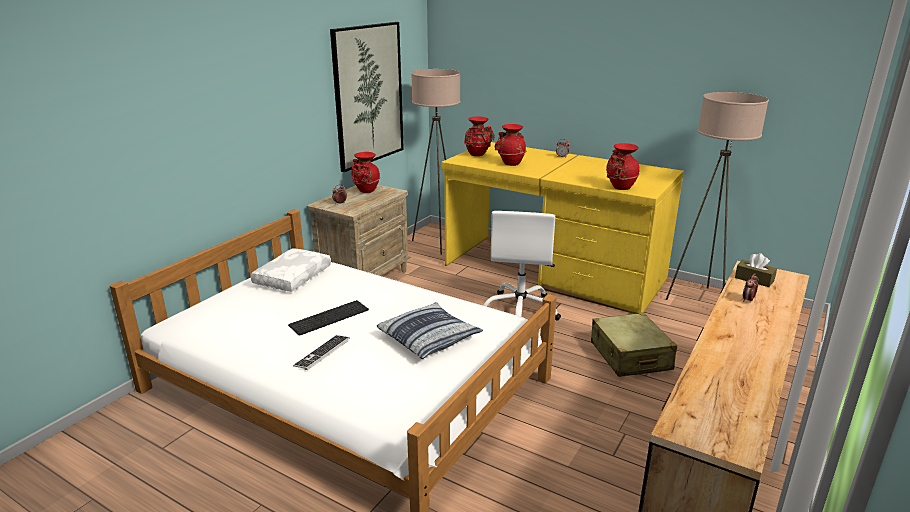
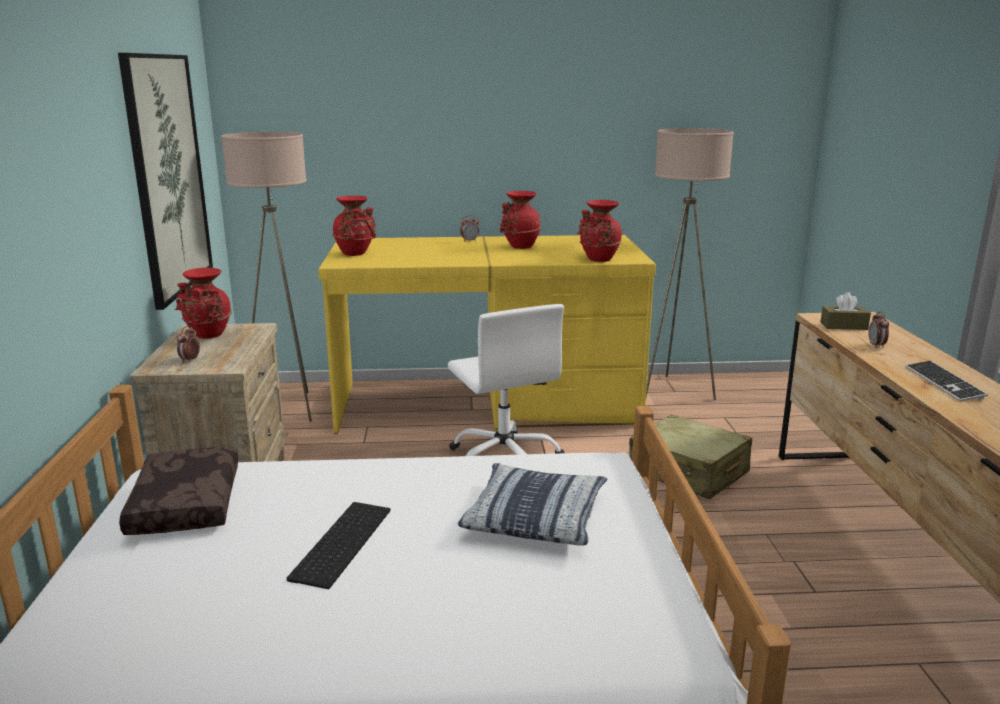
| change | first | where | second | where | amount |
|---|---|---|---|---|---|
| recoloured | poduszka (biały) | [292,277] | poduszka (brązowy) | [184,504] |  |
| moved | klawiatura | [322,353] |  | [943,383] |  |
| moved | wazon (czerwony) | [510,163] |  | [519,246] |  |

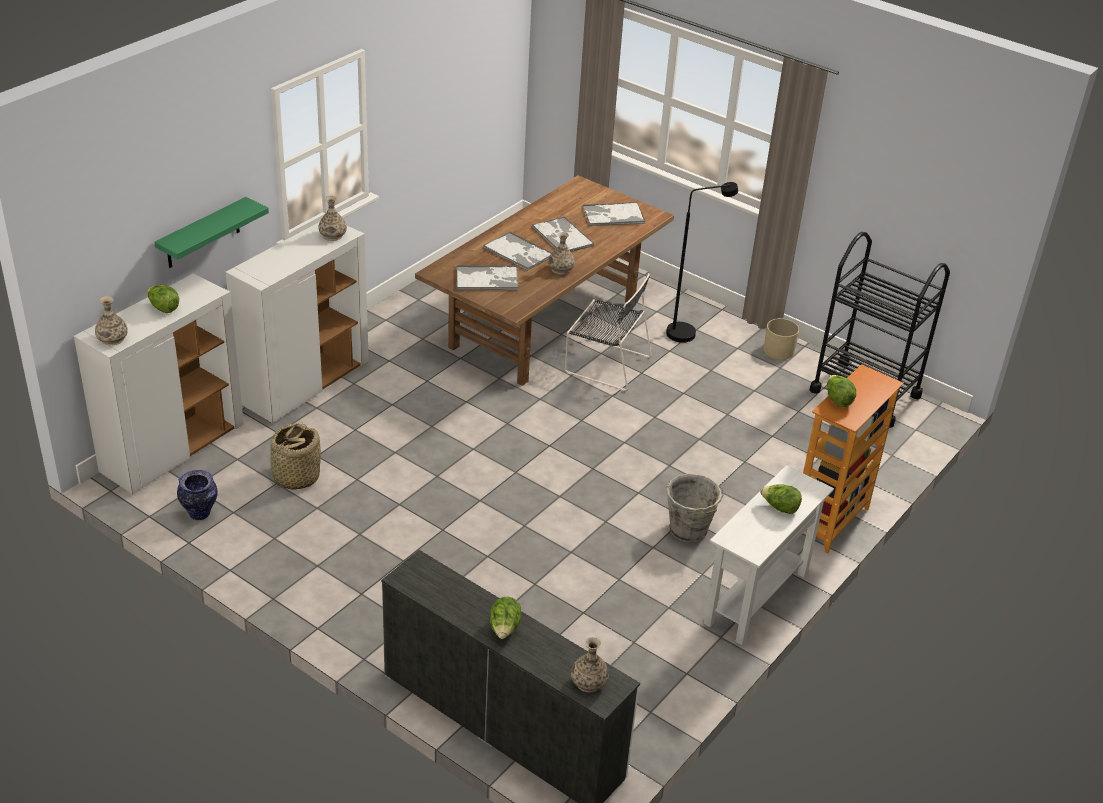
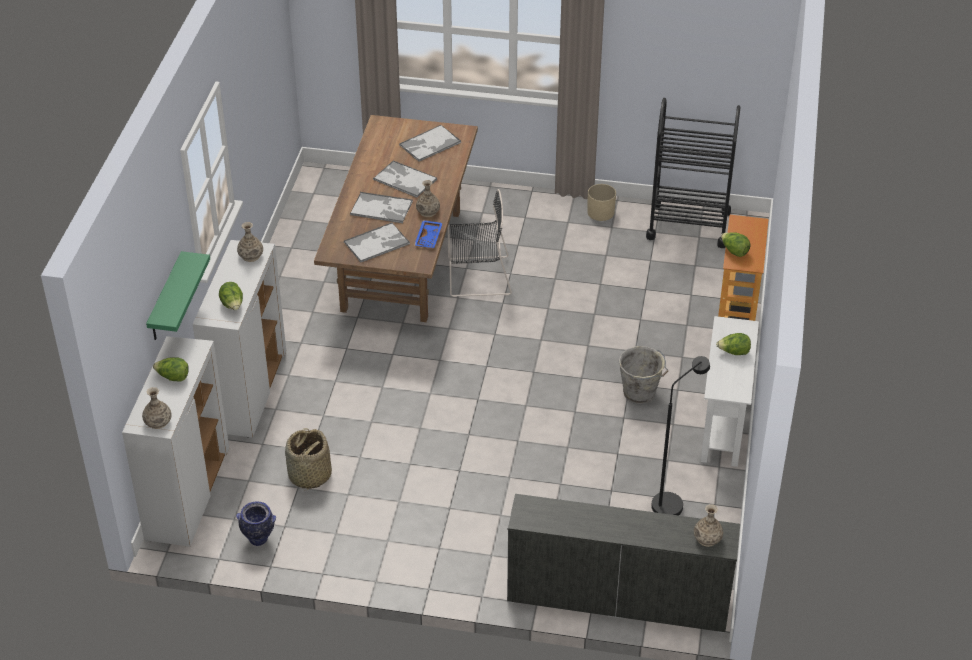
| change | first | where | second | where | amount |
|---|---|---|---|---|---|
| moved | sałata | [504,629] |  | [232,305] |  |
| moved | lampa stojąca (czarny) | [688,332] |  | [672,501] |  |
| added |  |  | taca (niebieski) | [429,238] |  |

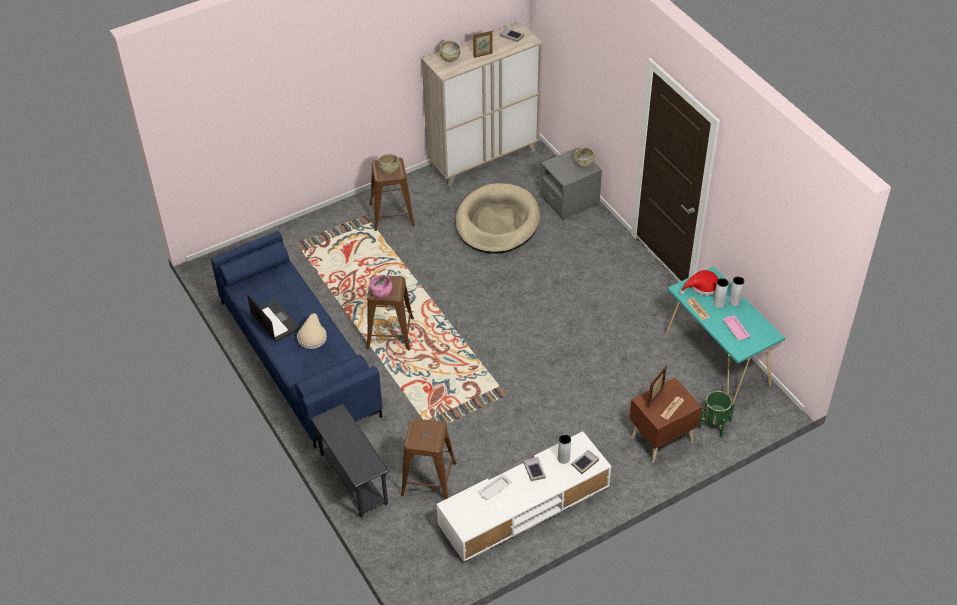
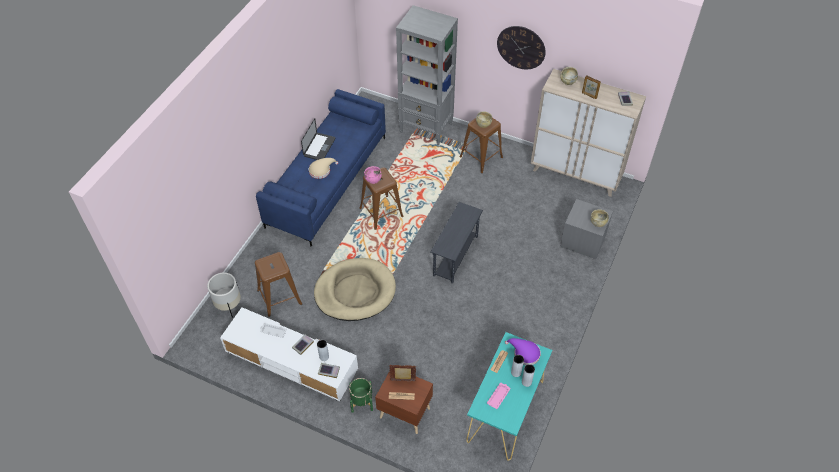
| change | first | where | second | where | amount |
|---|---|---|---|---|---|
| moved | stolik (szary) | [353,479] |  | [455,256] |  |
| moved | legowisko (beżowy) | [497,222] |  | [355,292] |  |
| recoloured | kapelusz (czerwony) | [702,286] | kapelusz (fioletowy) | [524,353] |  |
| moved | donica (zielony) | [714,424] |  | [361,402] |  |
| added |  |  | donica (biały) | [228,305] |  |
| added |  |  | regał (szary) | [426,128] |  |
| added |  |  | zegar ścienny | [521,47] |  |

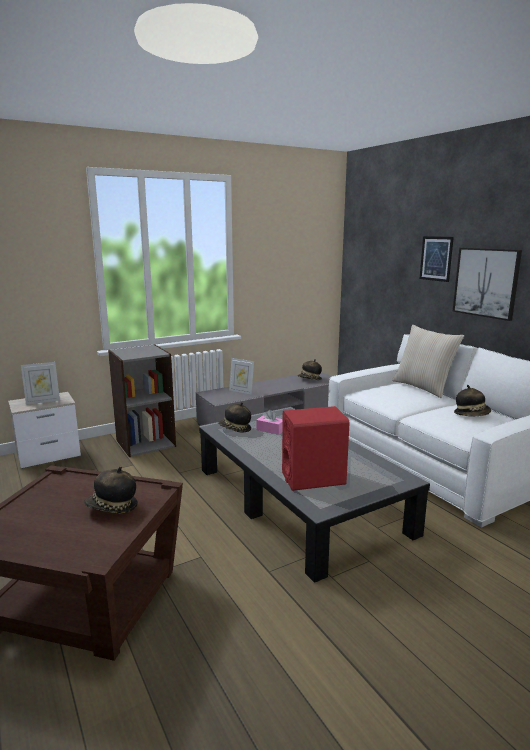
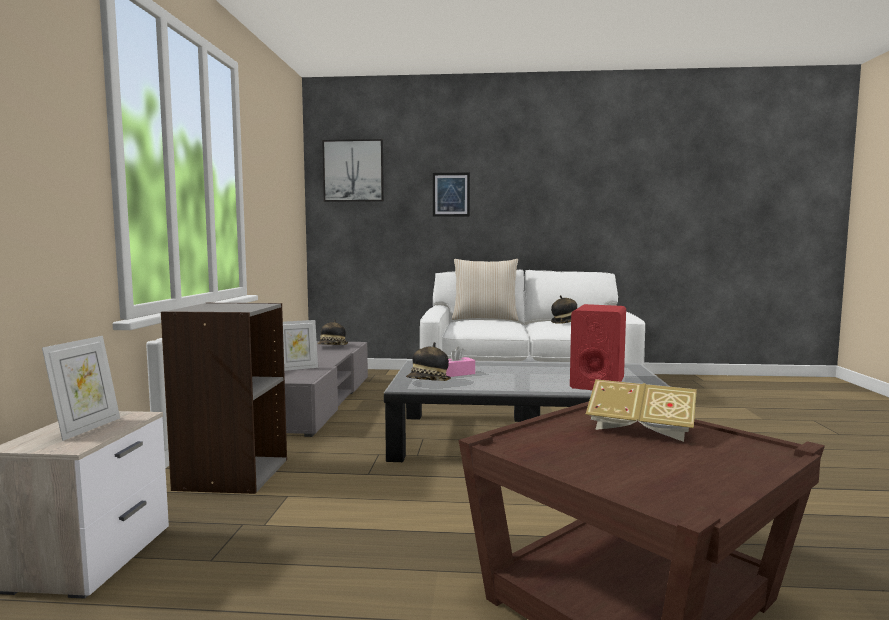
| change | first | where | second | where | amount |
|---|---|---|---|---|---|
| replaced | kapelusz | [112,508] | książka | [640,430] |  |
| moved | obraz | [486,282] |  | [353,171] |  |

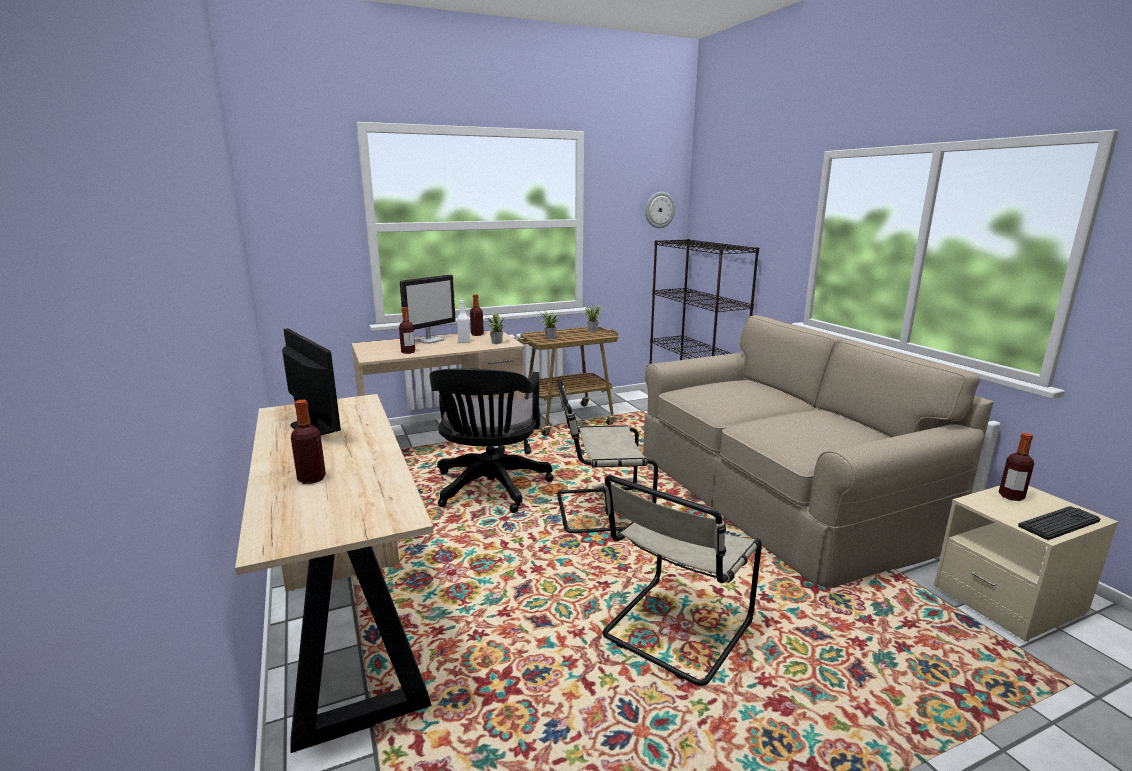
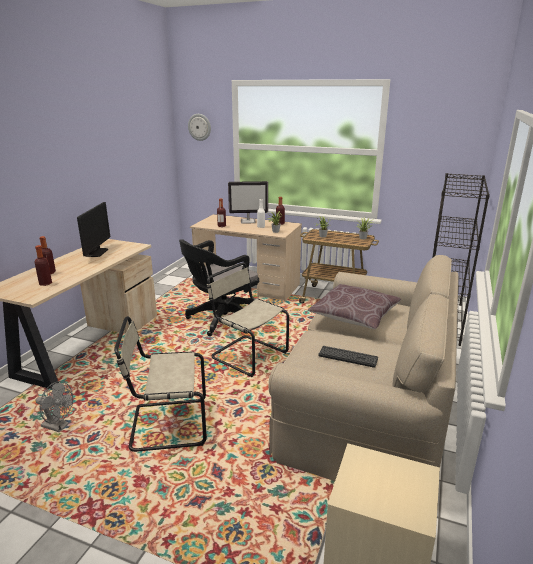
| change | first | where | second | where | amount |
|---|---|---|---|---|---|
| moved | zegar ścienny | [659,210] |  | [199,127] |  |
| moved | butelka | [1011,496] |  | [45,283] |  |
| moved | klawiatura | [1059,523] |  | [348,357] |  |
| added |  |  | wentylator (szary) | [59,426] |  |
| added |  |  | poduszka (brązowy) | [354,316] |  |

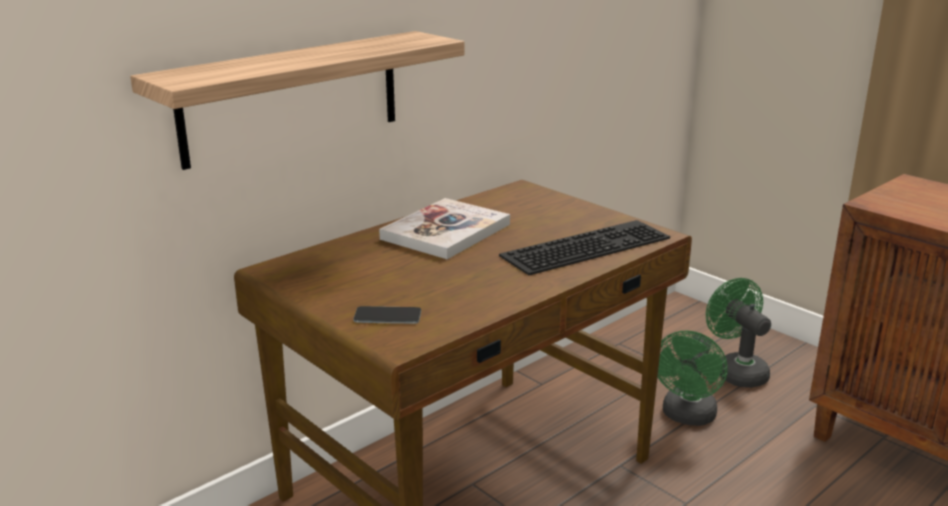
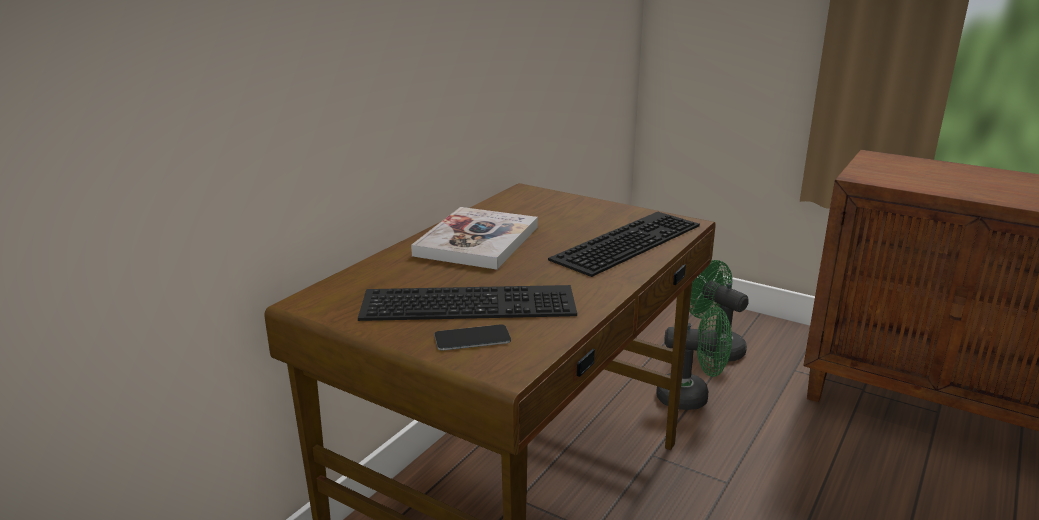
| change | first | where | second | where | amount |
|---|---|---|---|---|---|
| removed | półka | [292,97] |  |  |  |
| turned | wentylator (zielony) | [687,417] |  | [691,397] | 90 degrees counterclockwise |
| added |  |  | klawiatura | [470,301] |  |

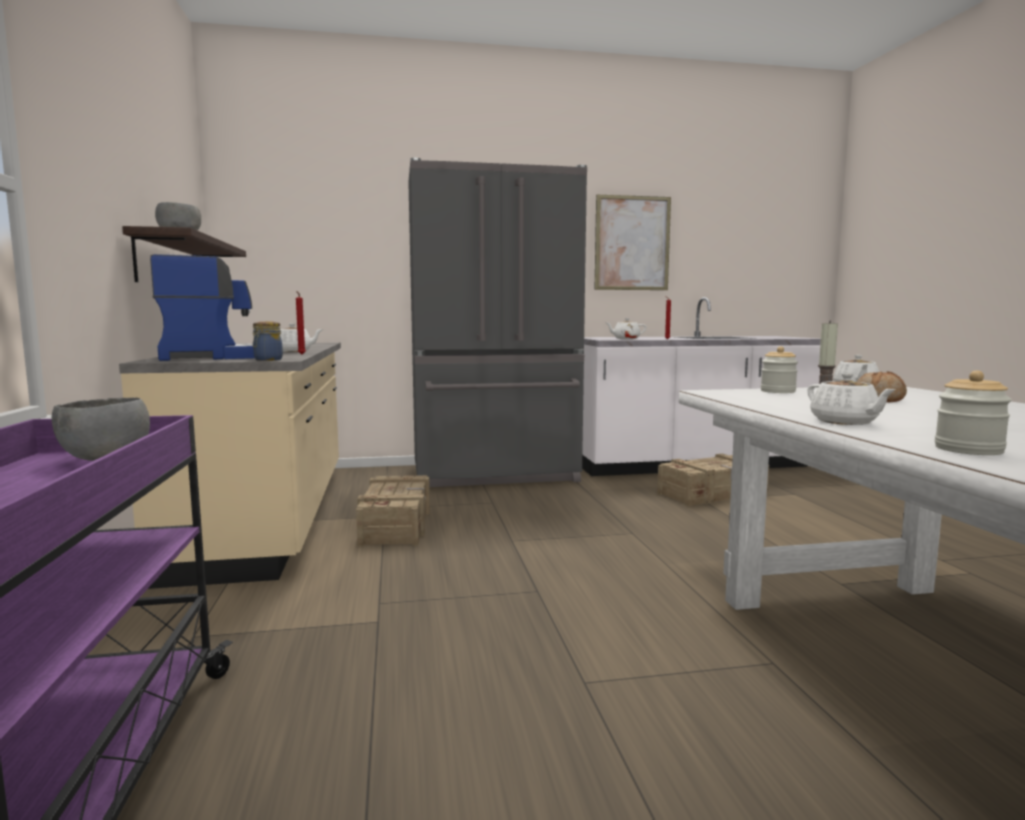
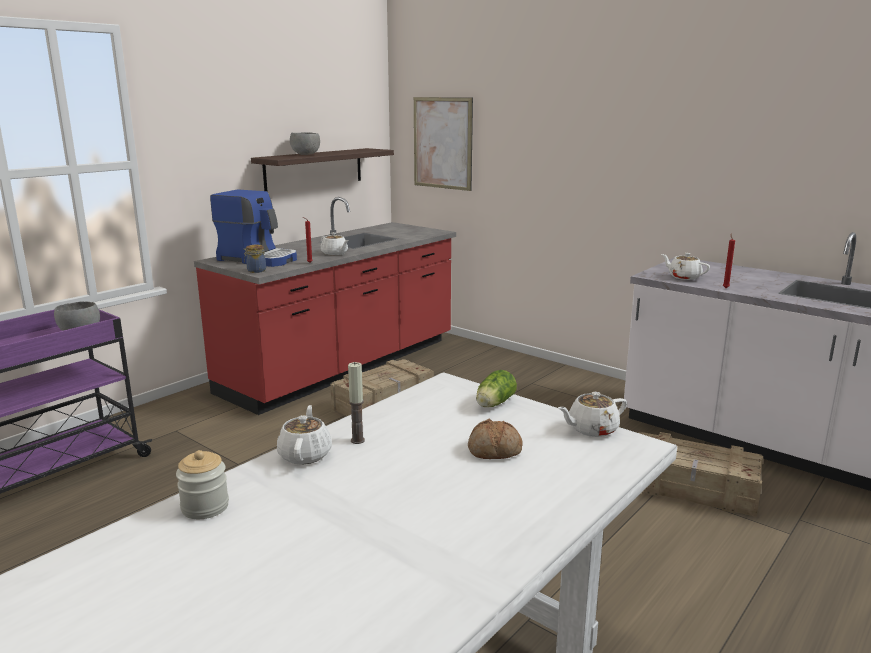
| change | first | where | second | where | amount |
|---|---|---|---|---|---|
| recoloured | zabudowa kuchenna (beżowy) | [270,516] | zabudowa kuchenna (czerwony) | [342,366] |  |
| removed | lodówka (szary) | [496,475] |  |  |  |
| moved | obraz | [632,243] |  | [442,143] |  |
| replaced | słoik | [778,391] | sałata | [493,404] |  |
| turned | imbryk (biały) | [845,422] |  | [305,454] | 150 degrees clockwise |

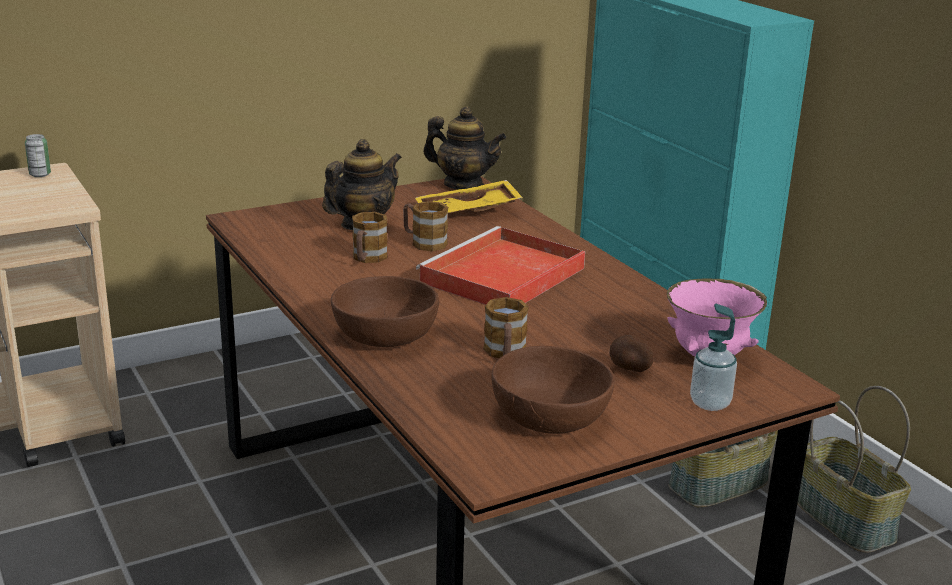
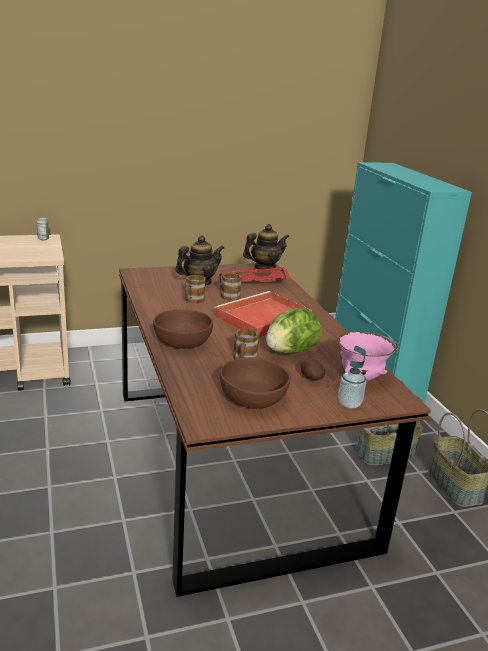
| change | first | where | second | where | amount |
|---|---|---|---|---|---|
| recoloured | taca (żółty) | [468,212] | taca (czerwony) | [259,282] |  |
| turned | imbryk | [463,185] |  | [264,267] | 60 degrees counterclockwise |
| added |  |  | sałata | [290,351] |  |

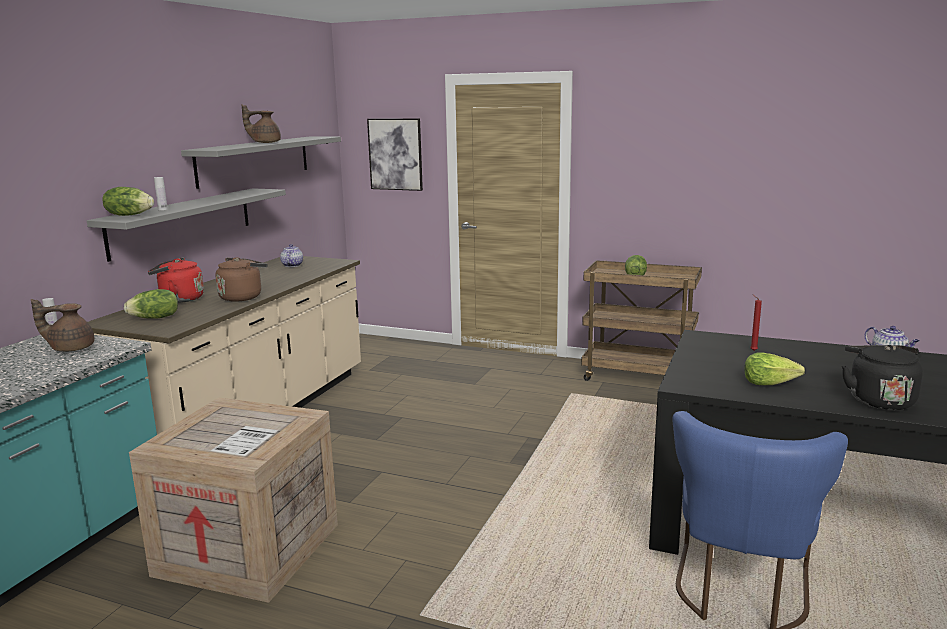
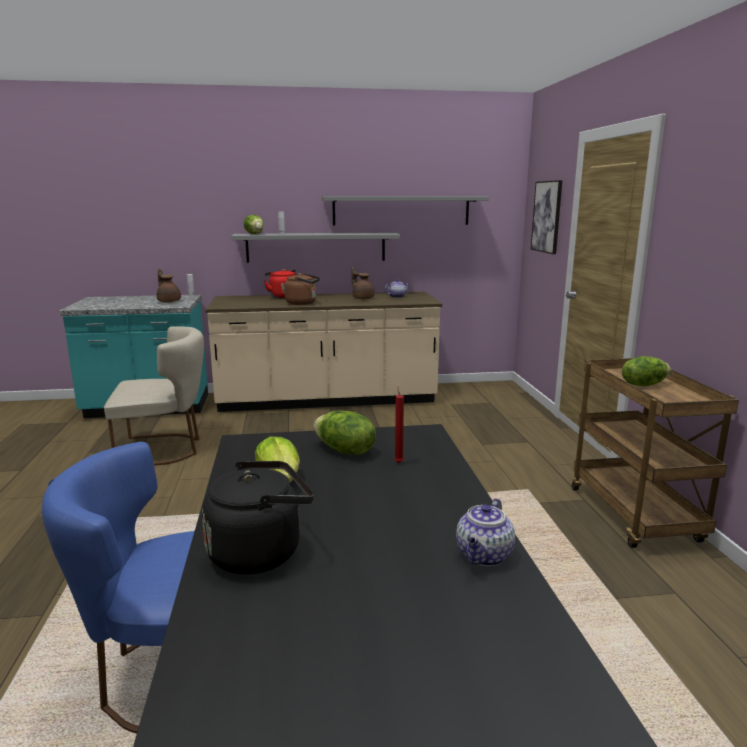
| change | first | where | second | where | amount |
|---|---|---|---|---|---|
| moved | sałata | [155,318] |  | [344,451] |  |
| replaced | skrzynka | [251,548] | krzesło (beżowy) | [164,449] |  |
| moved | imbryk (brązowy) | [265,142] |  | [362,298] |  |

